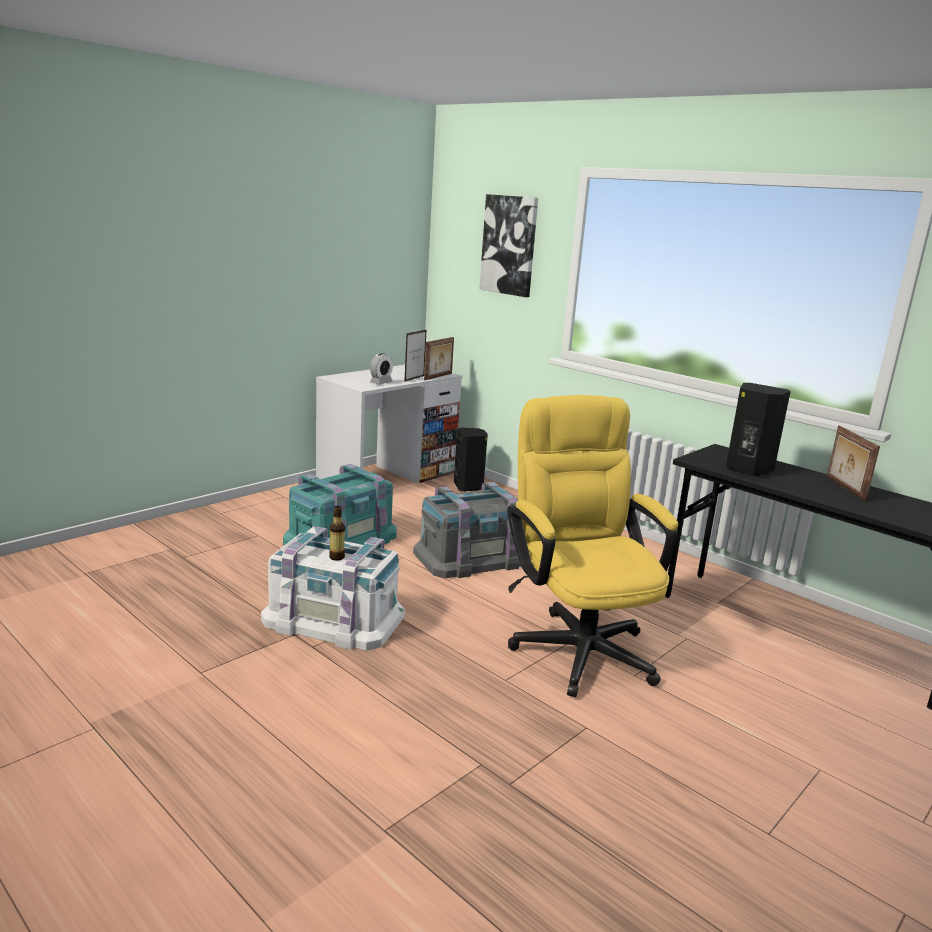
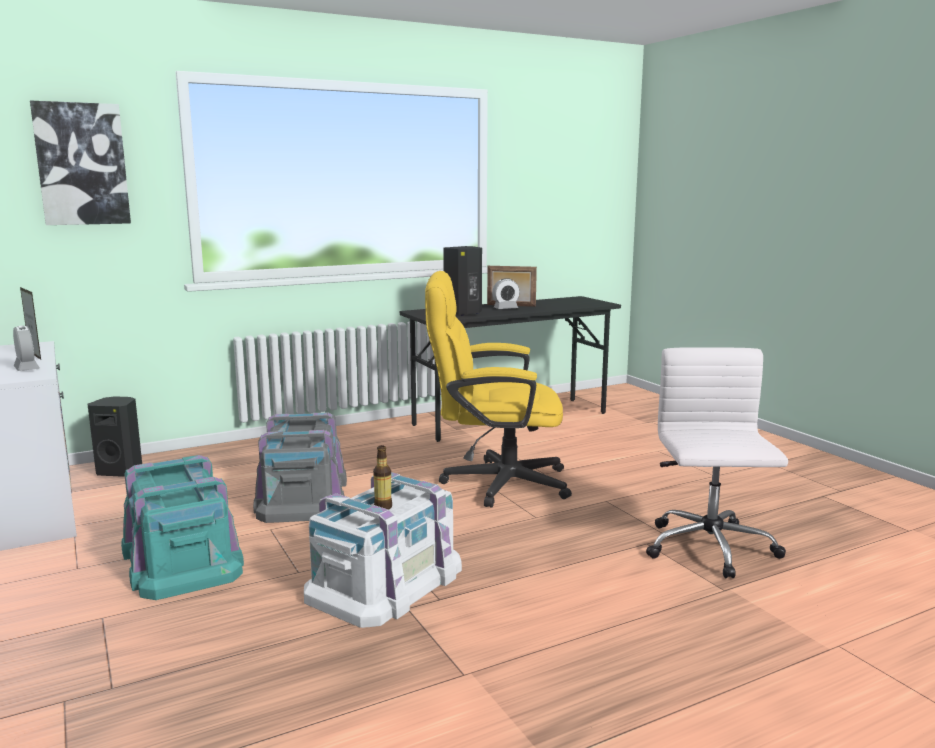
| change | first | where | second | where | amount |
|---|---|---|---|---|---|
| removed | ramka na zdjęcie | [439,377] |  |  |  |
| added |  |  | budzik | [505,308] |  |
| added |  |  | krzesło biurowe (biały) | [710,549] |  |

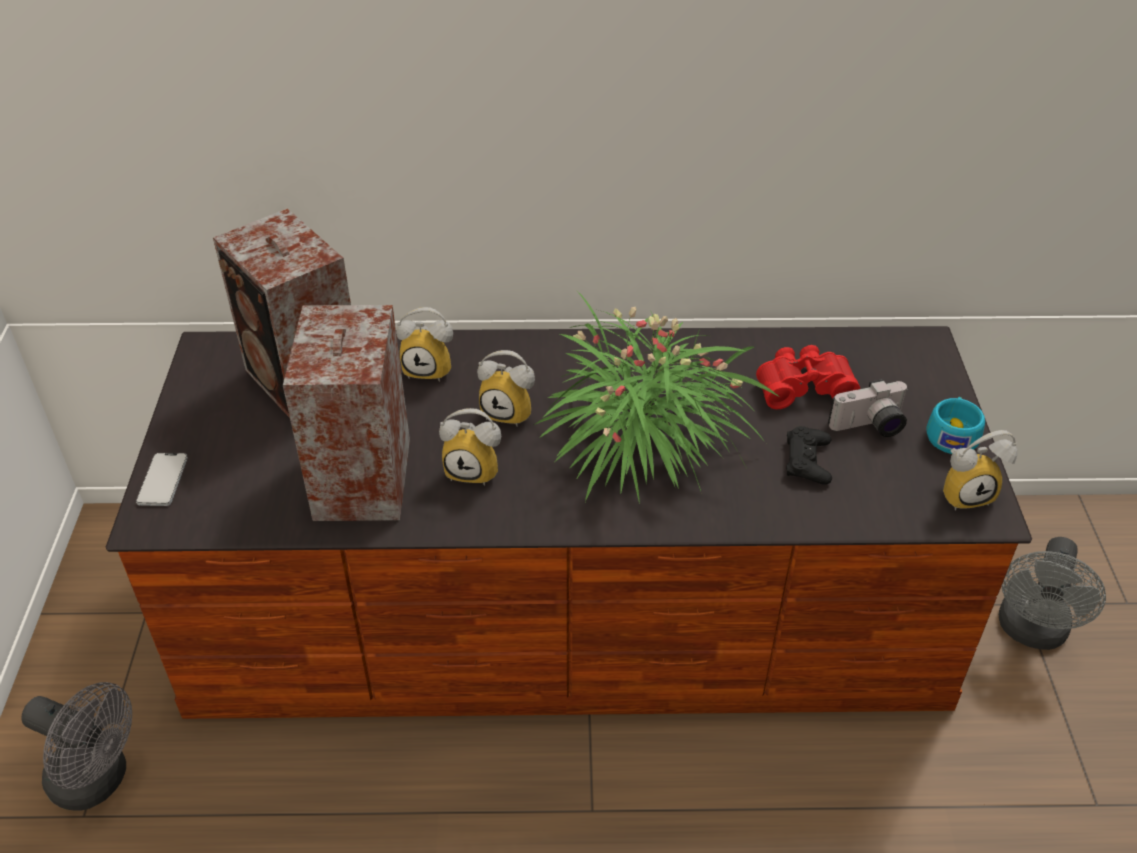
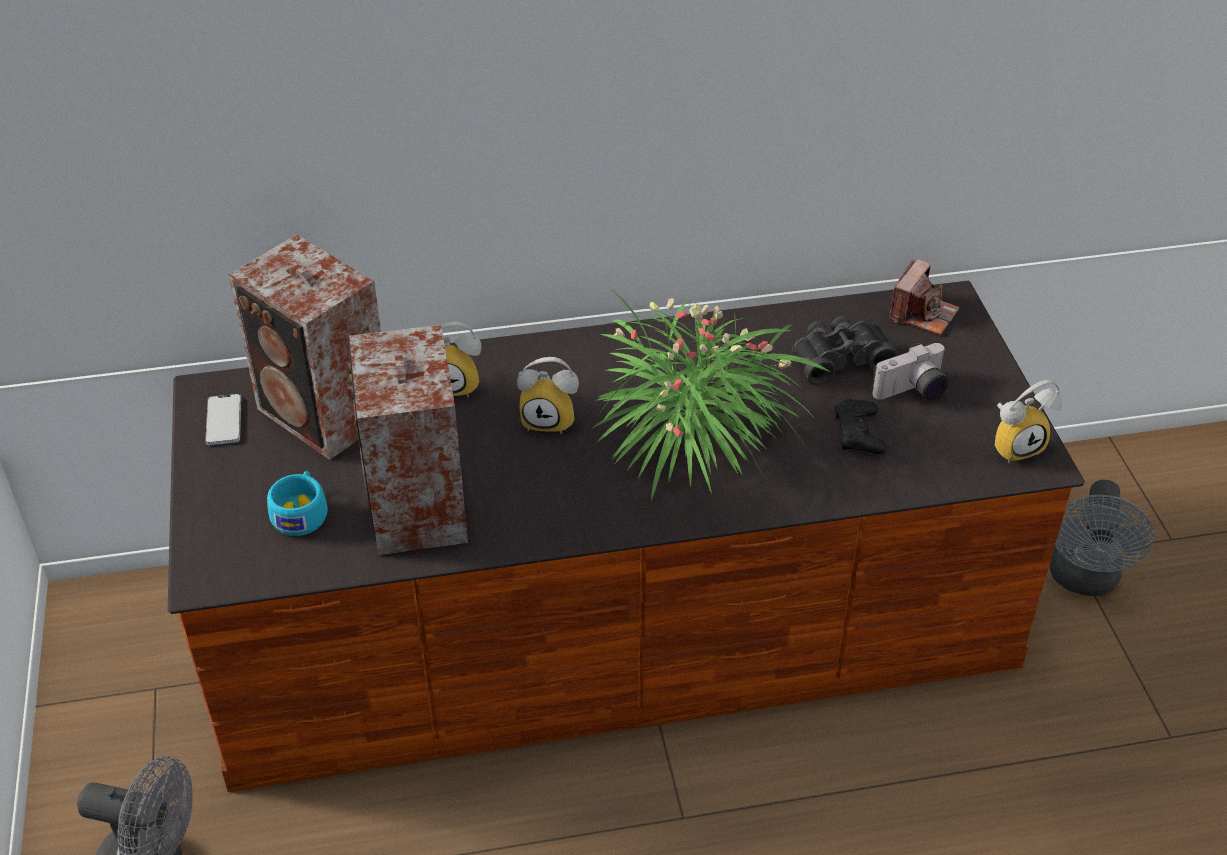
| change | first | where | second | where | amount |
|---|---|---|---|---|---|
| moved | telefon | [163,480] |  | [224,421] |  |
| removed | budzik | [475,469] |  |  |  |
| recoloured | lornetka (czerwony) | [803,386] | lornetka (czarny) | [838,358] |  |
| moved | filiżanka (turkusowy) | [952,434] |  | [301,513] |  |
| added |  |  | aparat fotograficzny | [922,313] |  |

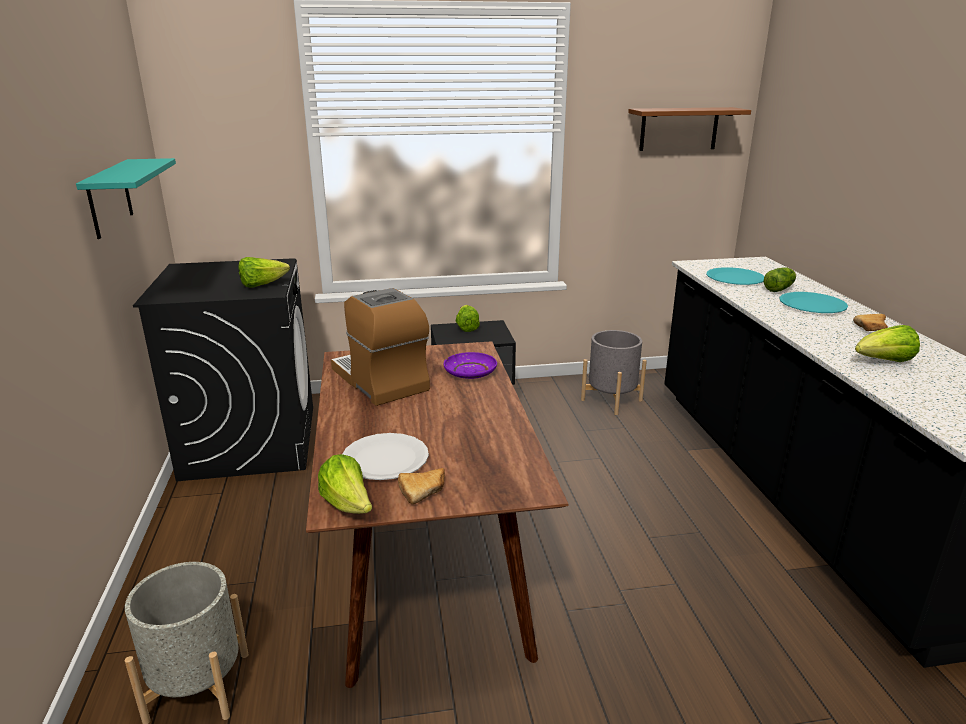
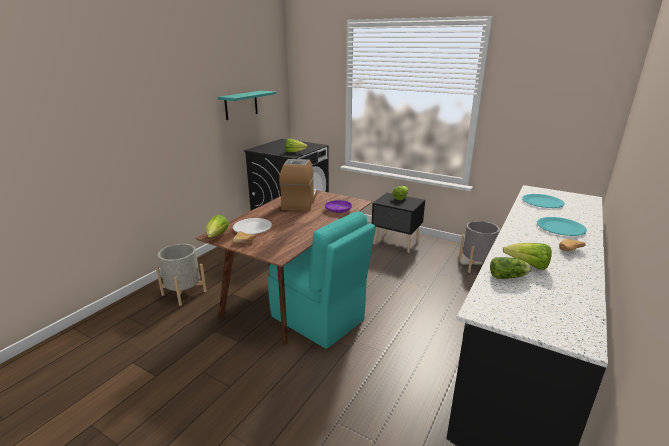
| change | first | where | second | where | amount |
|---|---|---|---|---|---|
| removed | półka (brązowy) | [679,129] |  |  |  |
| moved | sałata | [780,288] |  | [509,277] |  |
| added |  |  | krzesło (turkusowy) | [319,319] |  |

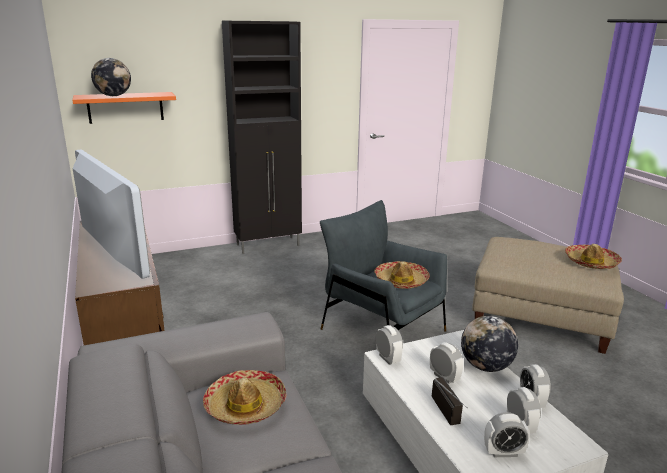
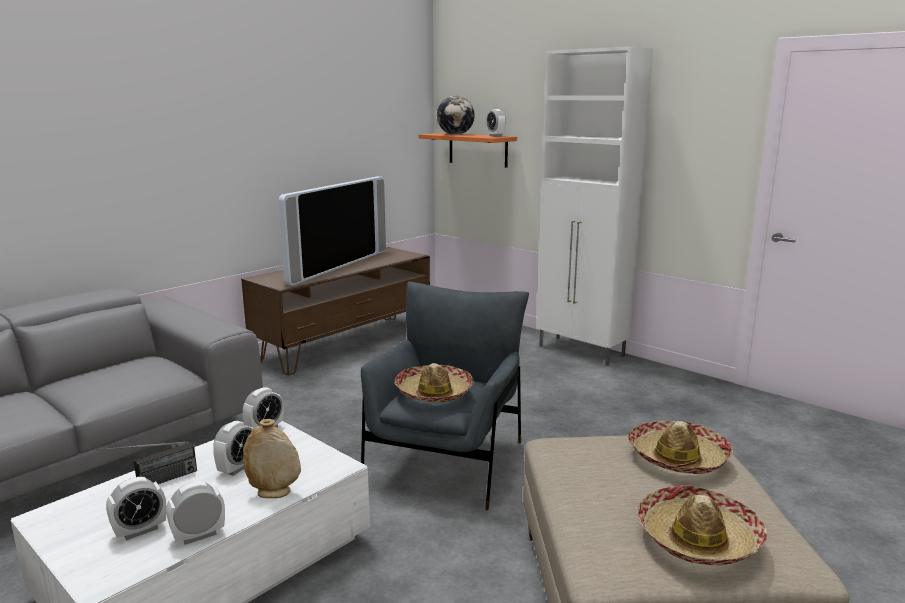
| change | first | where | second | where | amount |
|---|---|---|---|---|---|
| moved | kapelusz | [245,405] |  | [678,457] |  |
| recoloured | szafka (czarny) | [269,245] | szafka (biały) | [582,351] |  |
| replaced | globus | [485,366] | wazon (beżowy) | [274,493] |  |
| moved | budzik | [503,452] |  | [496,136] |  |

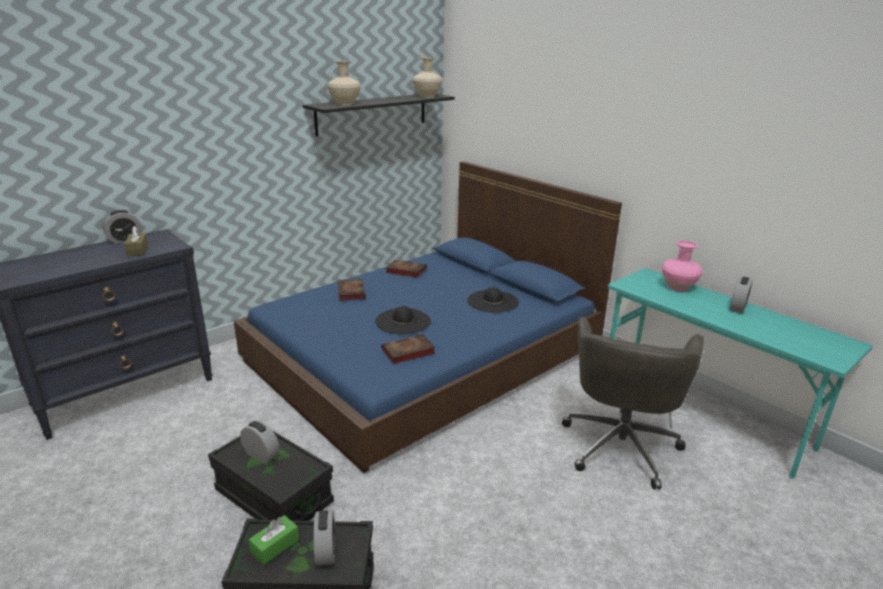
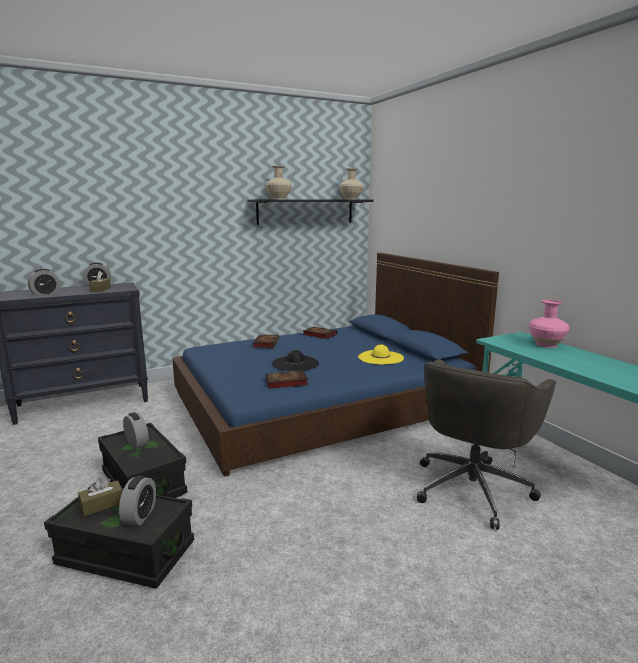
| change | first | where | second | where | amount |
|---|---|---|---|---|---|
| recoloured | pudełko chusteczek (zielony) | [275,546] | pudełko chusteczek (brązowy) | [102,504] |  |
| recoloured | kapelusz (czarny) | [493,301] | kapelusz (żółty) | [381,357] |  |
| moved | budzik | [738,308] |  | [45,294] |  |

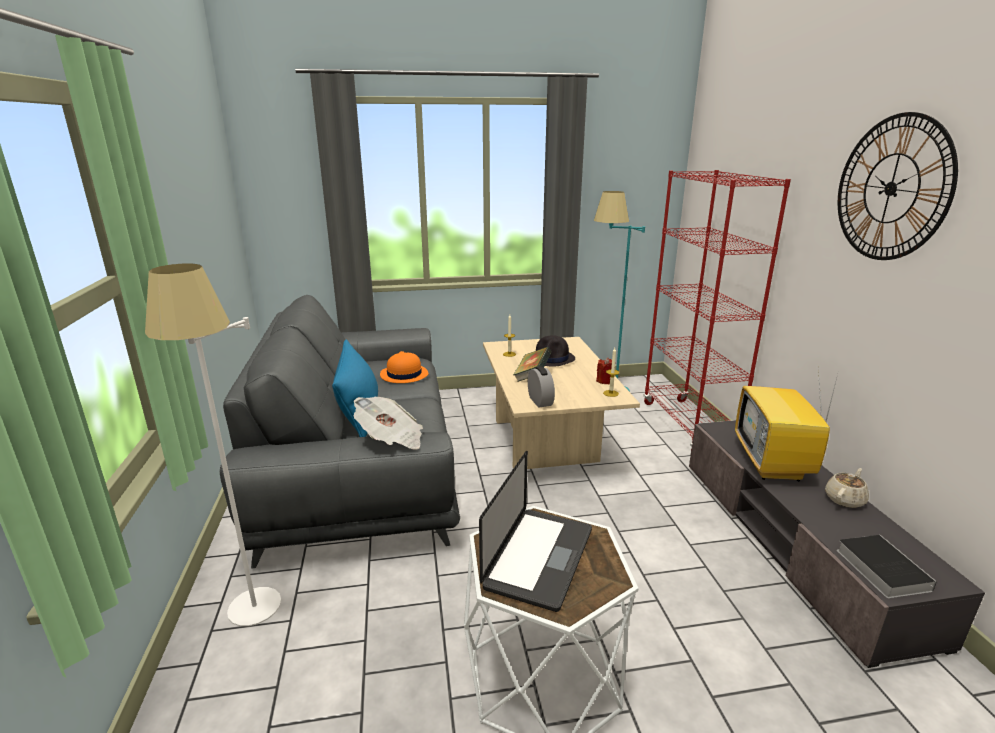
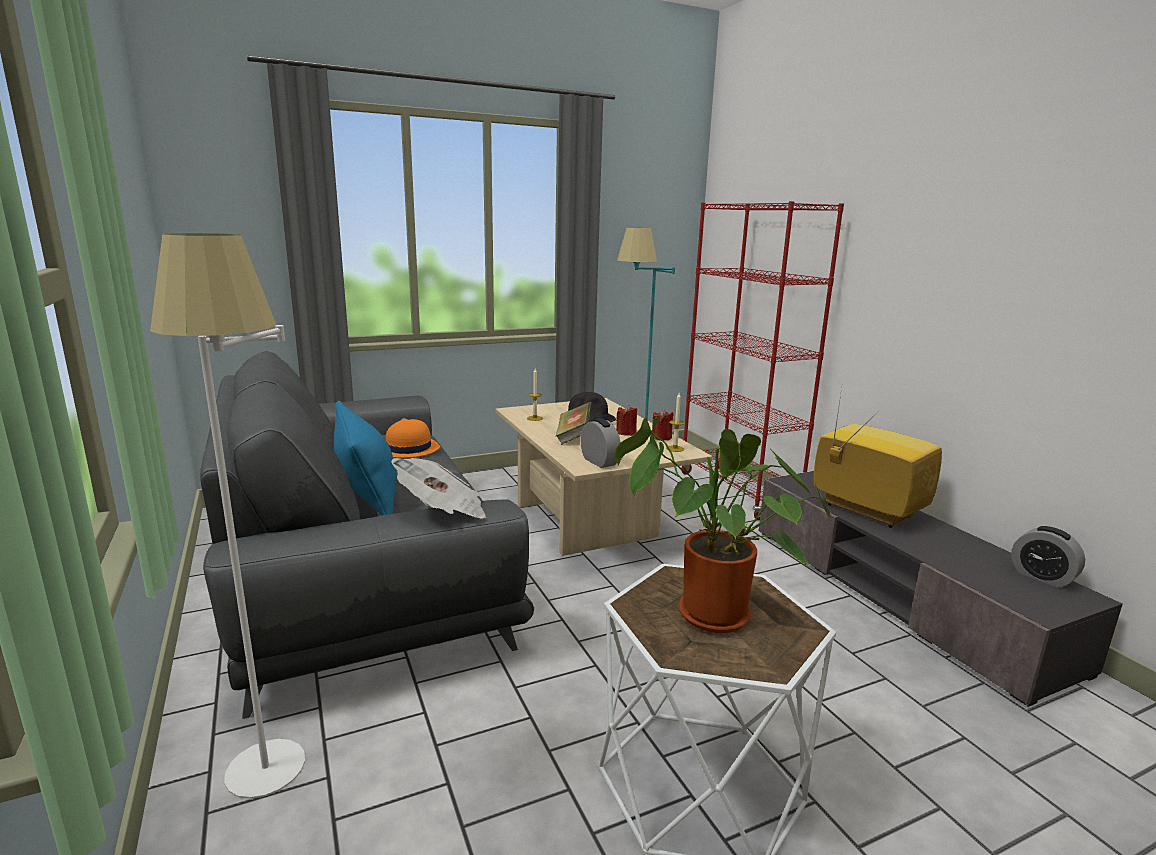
| change | first | where | second | where | amount |
|---|---|---|---|---|---|
| replaced | laptop | [539,558] | roślina doniczkowa | [705,617] |  |
| turned | telewizor | [773,465] |  | [864,510] | 150 degrees clockwise |
| removed | imbryk (beżowy) | [845,499] |  |  |  |
| removed | książka | [879,568] |  |  |  |
| removed | zegar ścienny | [891,188] |  |  |  |
| added |  |  | świeca (czerwony) | [626,433] |  |
| added |  |  | budzik | [1042,577] |  |

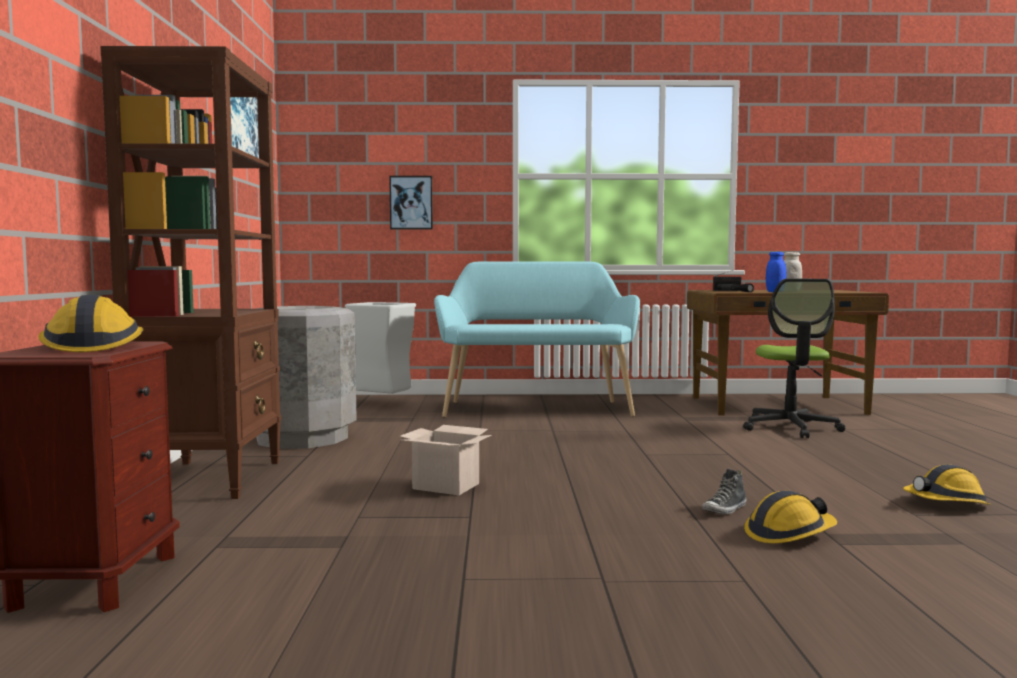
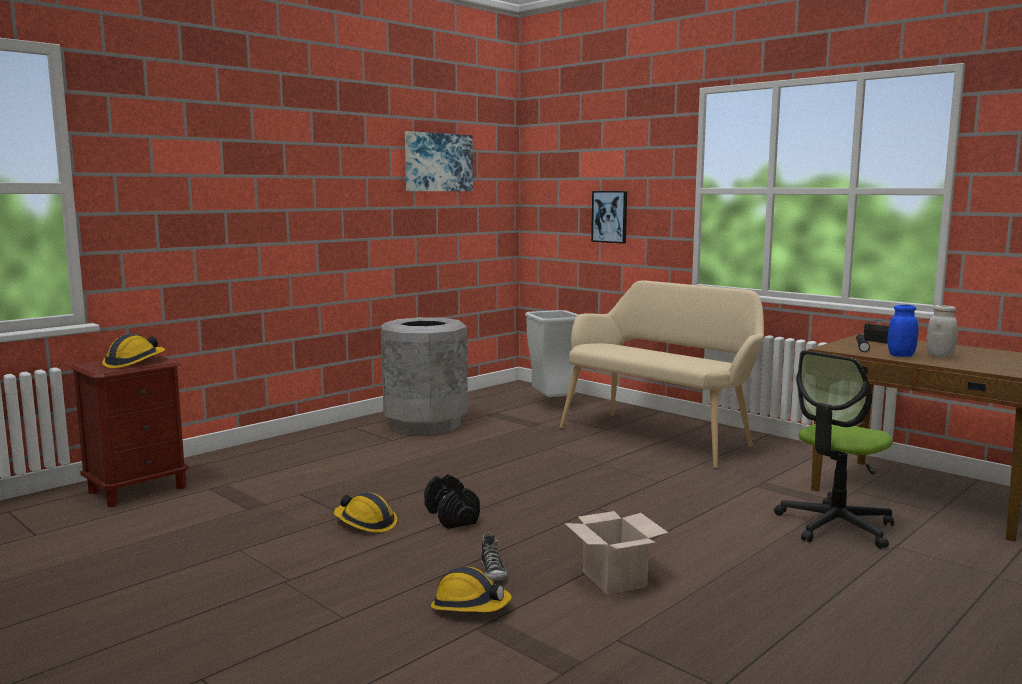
| change | first | where | second | where | amount |
|---|---|---|---|---|---|
| removed | regał (brązowy) | [210,479] |  |  |  |
| moved | karton | [448,486] |  | [616,579] |  |
| recoloured | ławka (turkusowy) | [536,408] | ławka (beżowy) | [660,436] |  |
| turned | but | [725,510] |  | [493,572] | 105 degrees counterclockwise |
| moved | kask | [946,503] |  | [365,523] |  |
| added |  |  | hantel (czarny) | [452,517] |  |

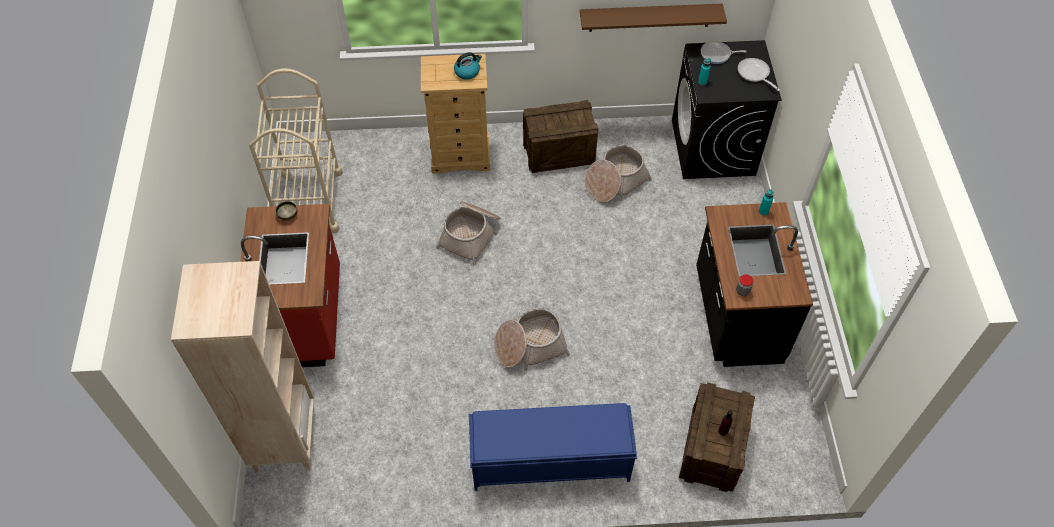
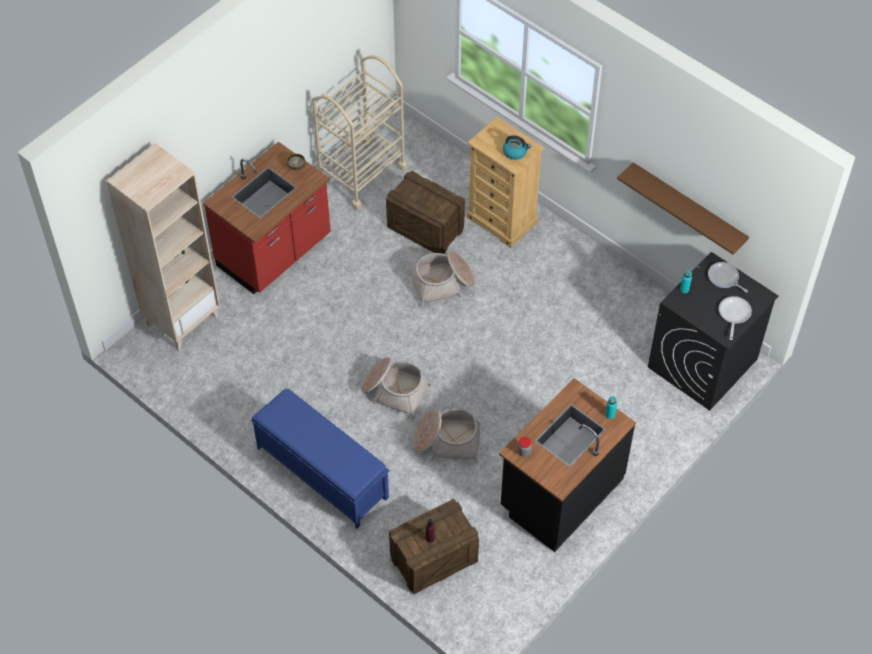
| change | first | where | second | where | amount |
|---|---|---|---|---|---|
| moved | skrzynka | [558,152] |  | [425,227] |  |
| moved | koszyk | [615,182] |  | [447,441] |  |

